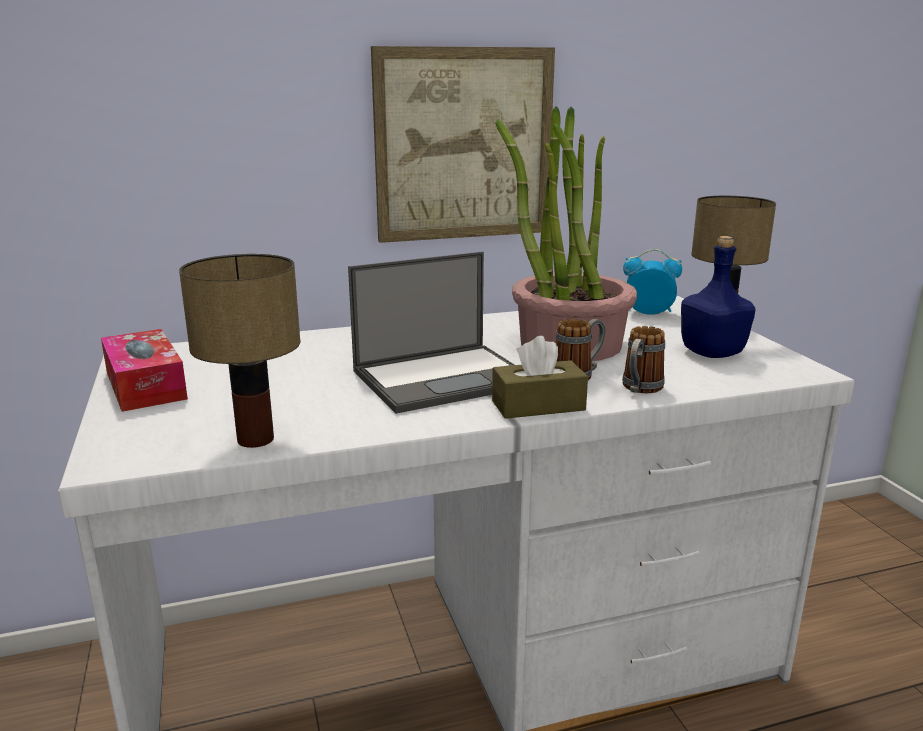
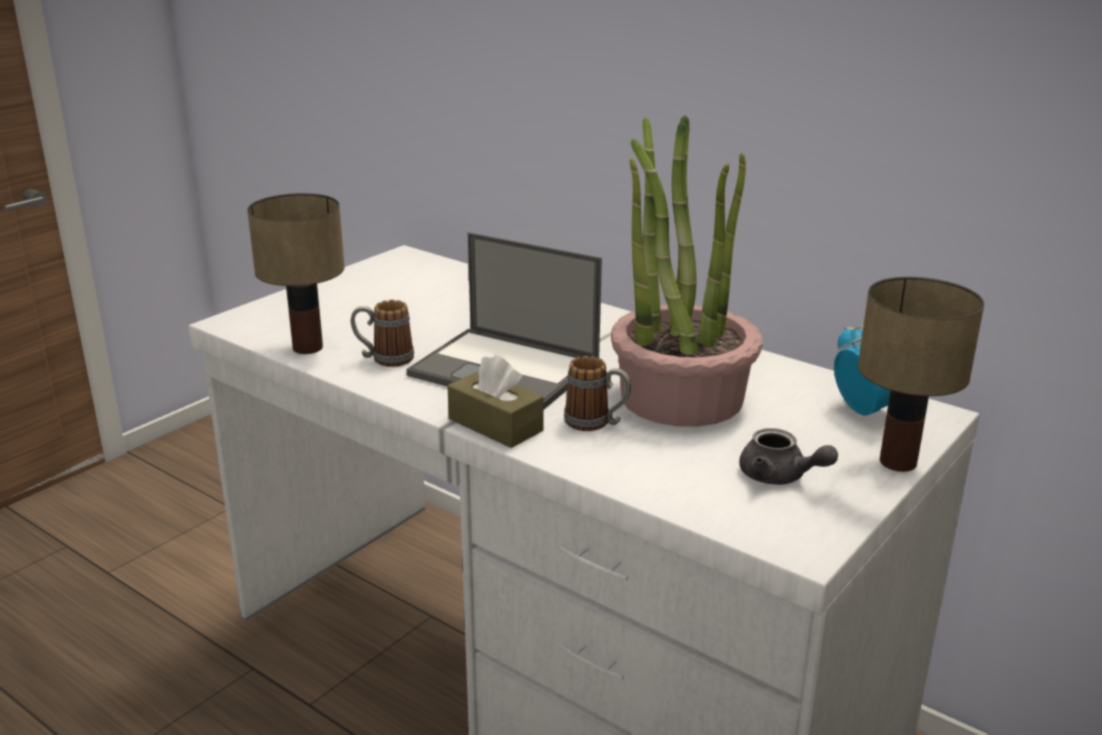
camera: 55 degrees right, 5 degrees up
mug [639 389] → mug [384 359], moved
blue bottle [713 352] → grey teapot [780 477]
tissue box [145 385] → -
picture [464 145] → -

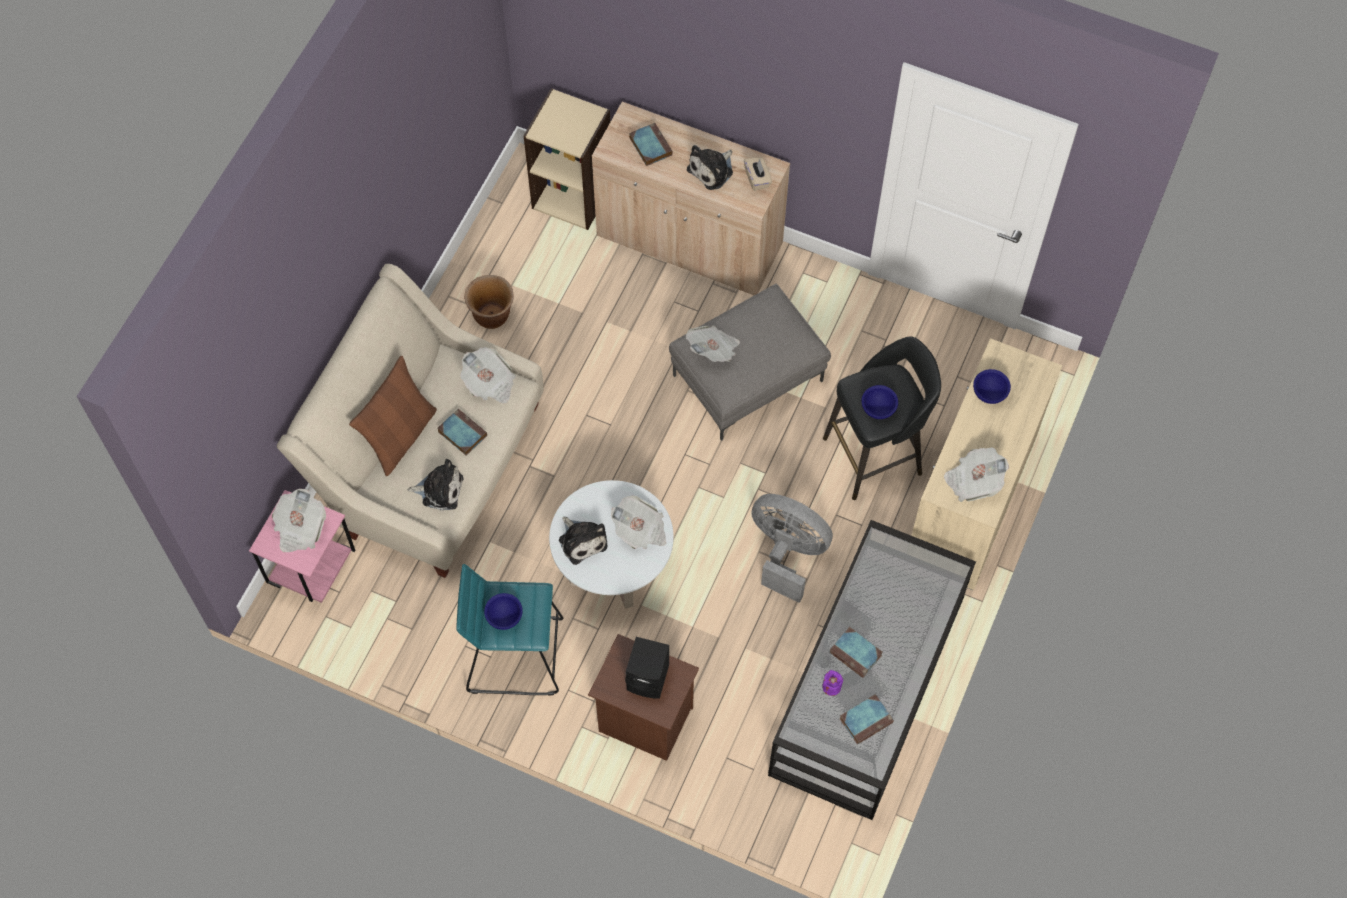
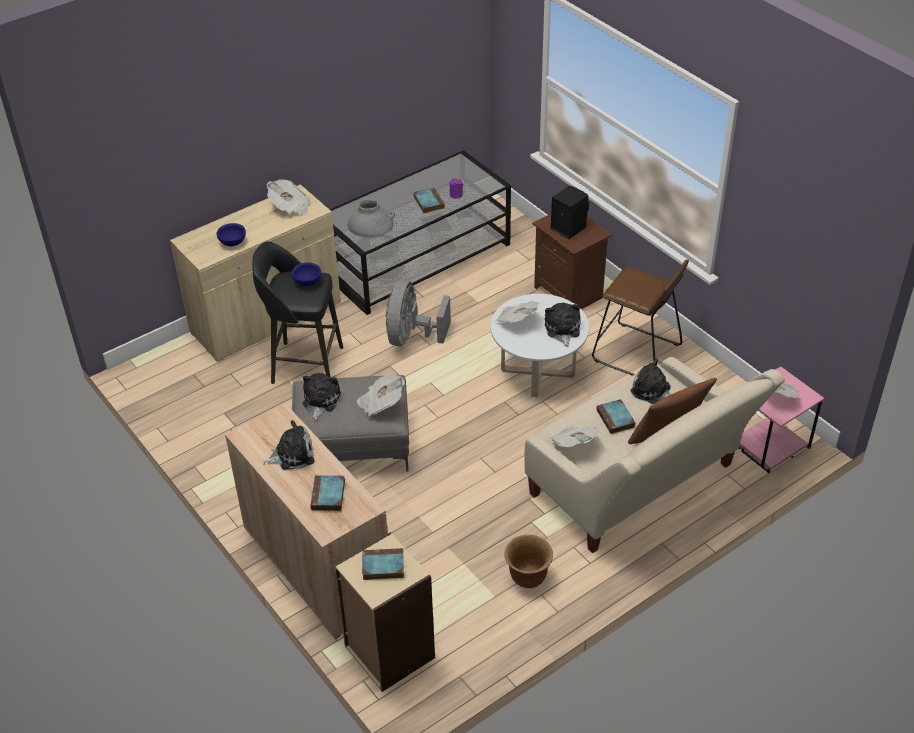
camera: 150 degrees left, 20 degrees down
- → plush toy [320 401]
- → grey vase [370 225]
book [866 720] → book [382 567], moved
grey fan [787 552] → grey fan [411 337], 45 degrees clockwise
turquoise stool [515 653] → brown stool [636 353]
blue bowl [504 616] → -
beige tissue box [757 179] → -

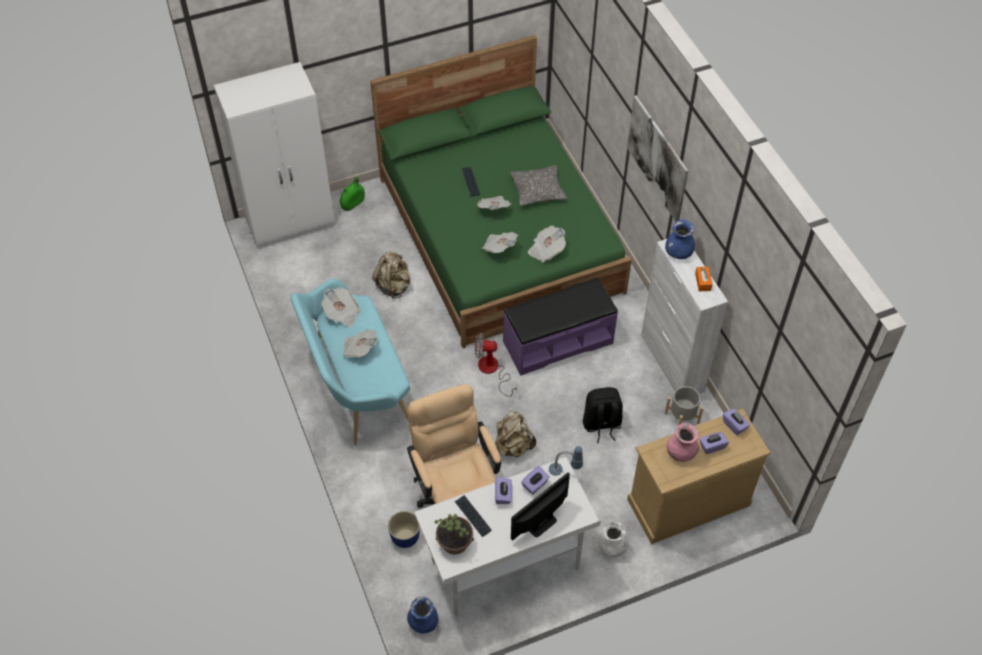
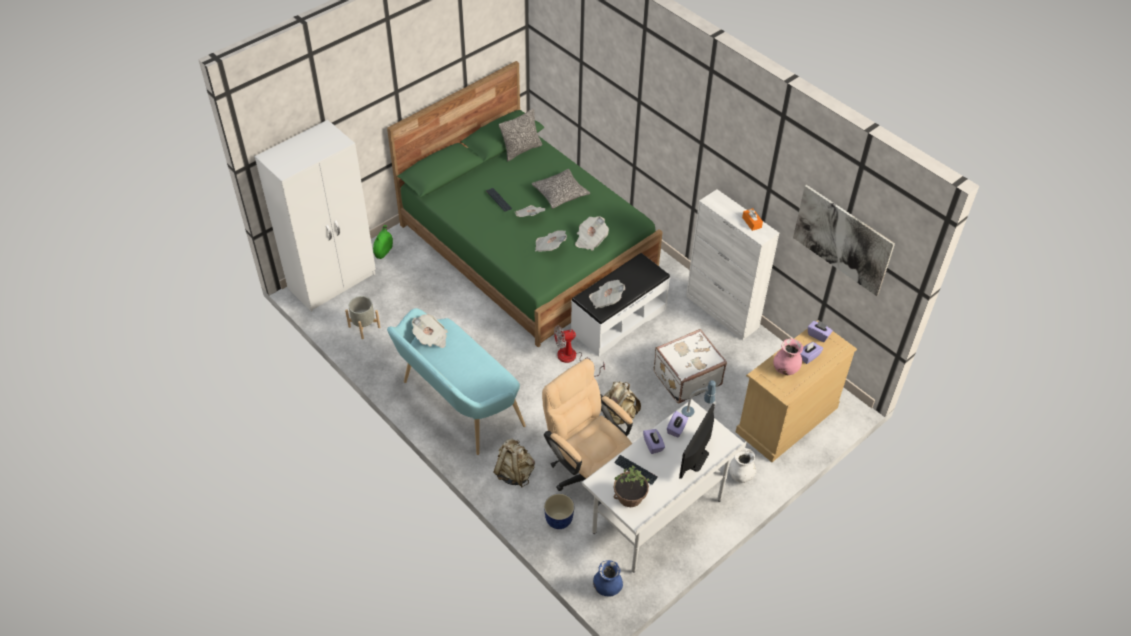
camera: 20 degrees left, 5 degrees down
grey planter [681 418] → grey planter [364 327], moved
beige backpack [393 286] → beige backpack [514 473], moved
- → pillow [521 150]
purple bench [557 342] → white bench [618 320]
newspaper [360 349] → newspaper [606 300], moved
black backpack [601 425] → white suitcase [686 377]
picture [657 158] → picture [842 239], moved
blue vase [678 252] → -

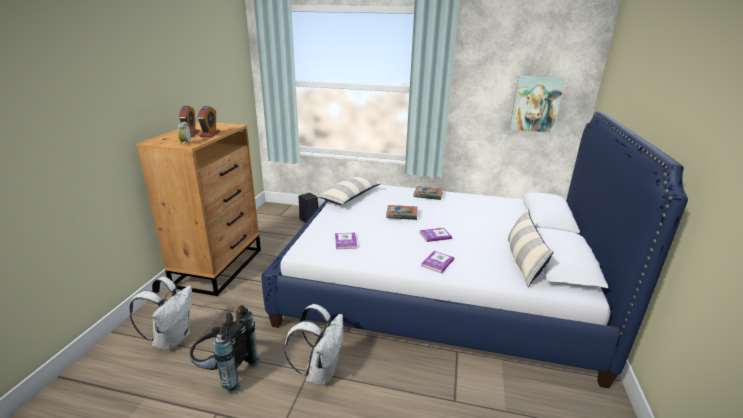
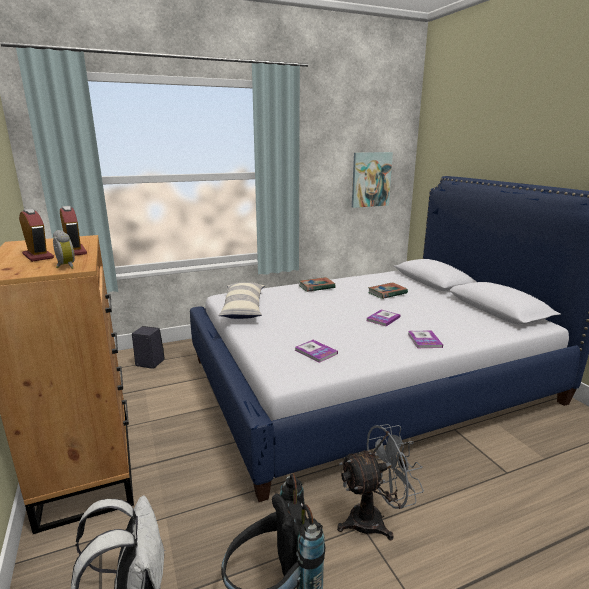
camera: 35 degrees left, 5 degrees down
white backpack [320 372] → grey fan [374 519]
book [401 215] → book [387 293], moved
pillow [523 262] → -

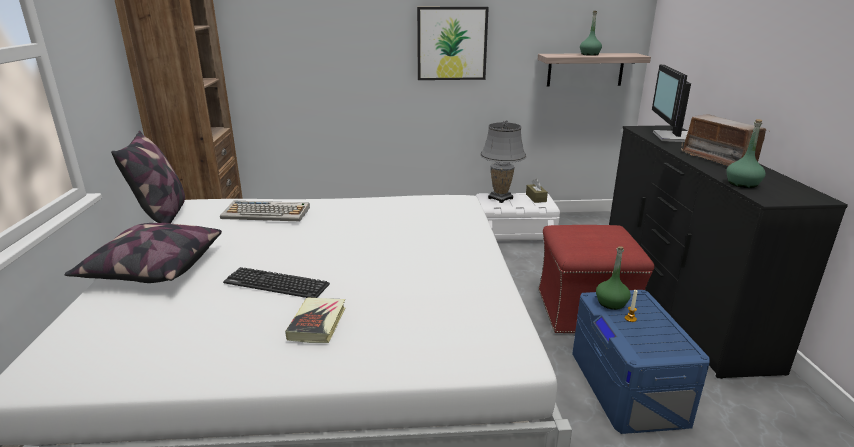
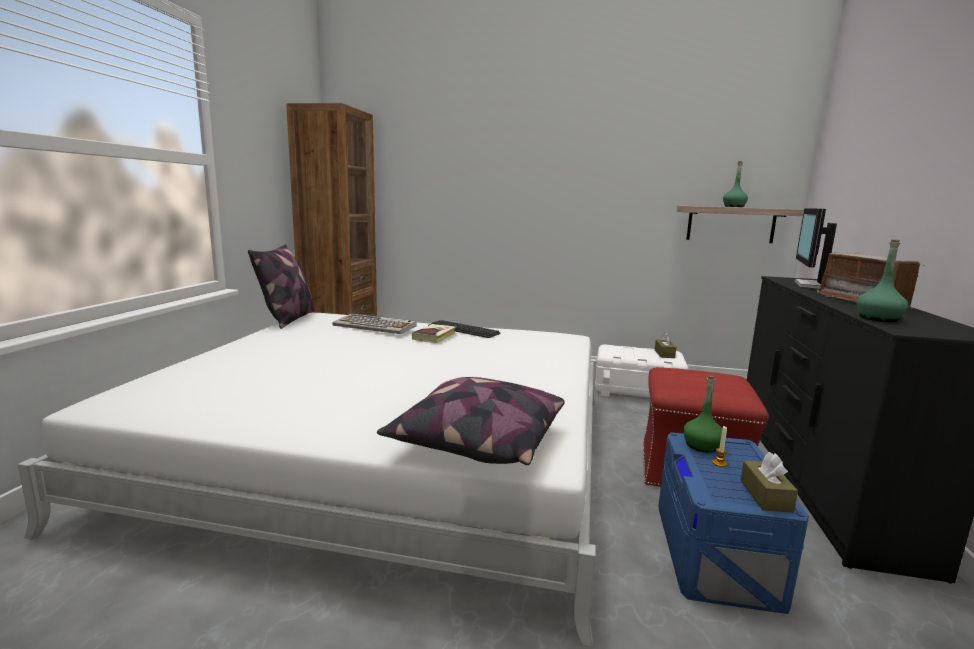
camera: 15 degrees right, 10 degrees down
pillow [153 270] → pillow [477 442], moved
book [317 323] → book [434 336], moved
keyboard [276 284] → keyboard [463 330], moved
- → brown tissue box [765 496]
picture [452 43] → -
grey table lamp [500 198] → -

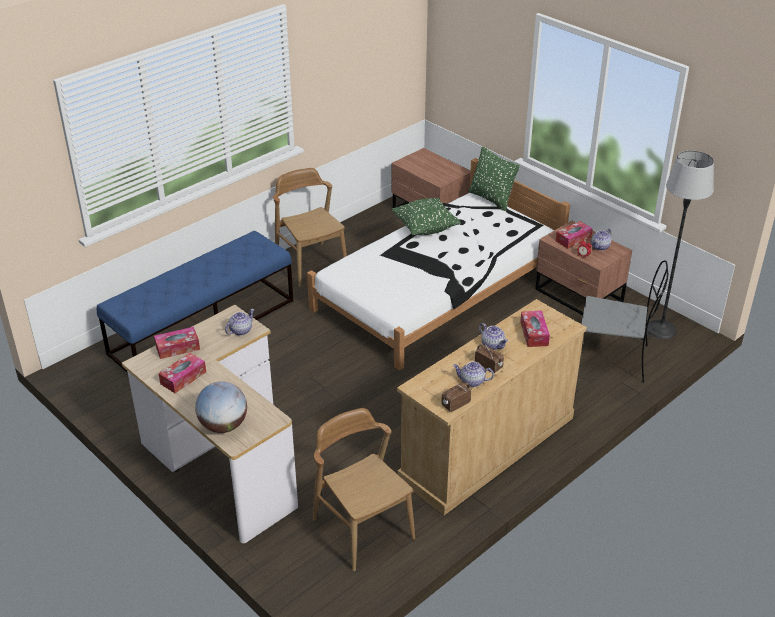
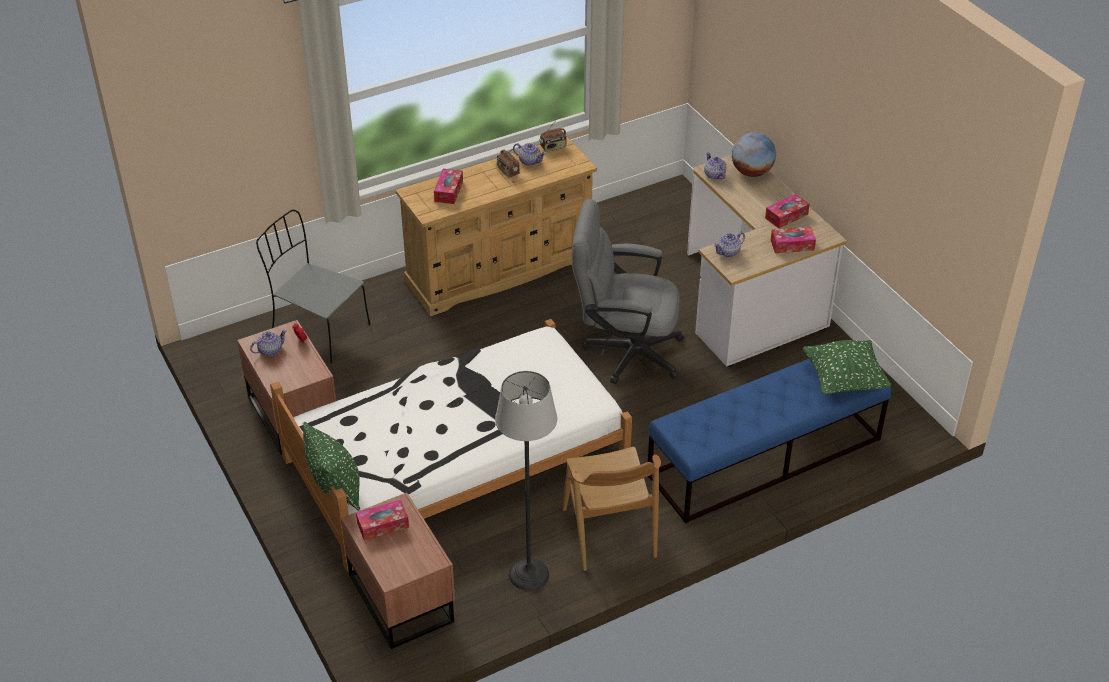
camera: 165 degrees left, 5 degrees up
tissue box [573 239] → tissue box [383 525], moved
floor lamp [661 329] → floor lamp [528 574], moved
- → grey office chair [624 352]
teapot [493 345] → teapot [714 175], moved
green pillow [425 228] → green pillow [844 381], moved
brown chair [363 528] → -

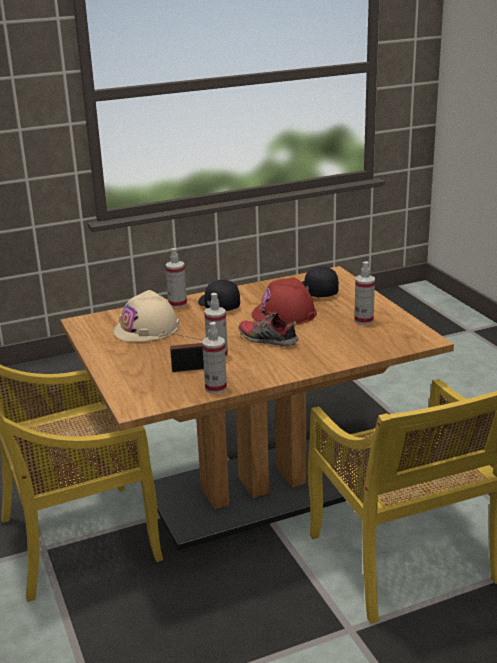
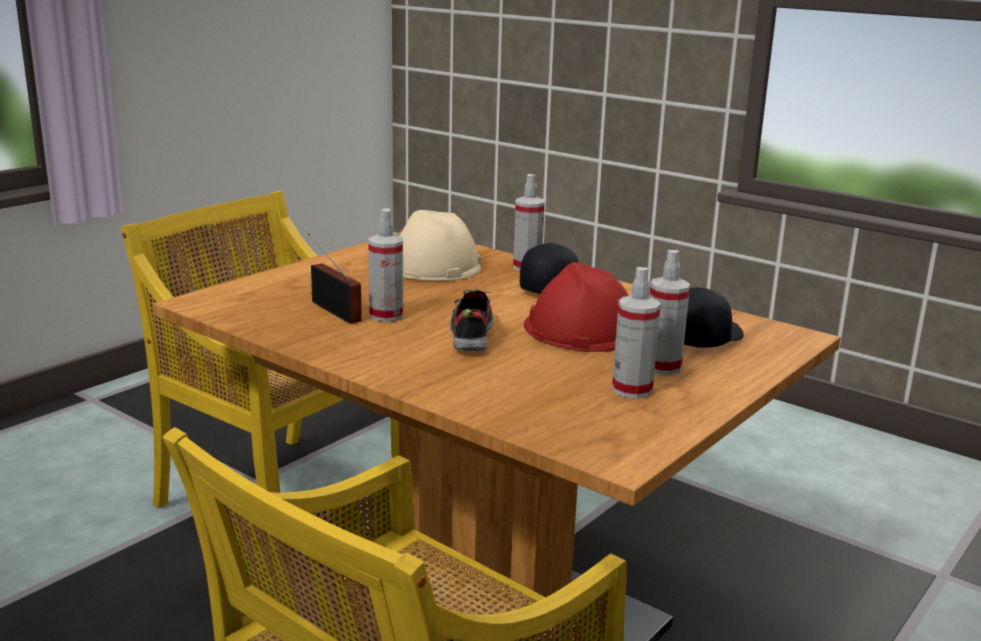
camera: 60 degrees right, 5 degrees down
spray bottle [215 388] → spray bottle [662 367], moved

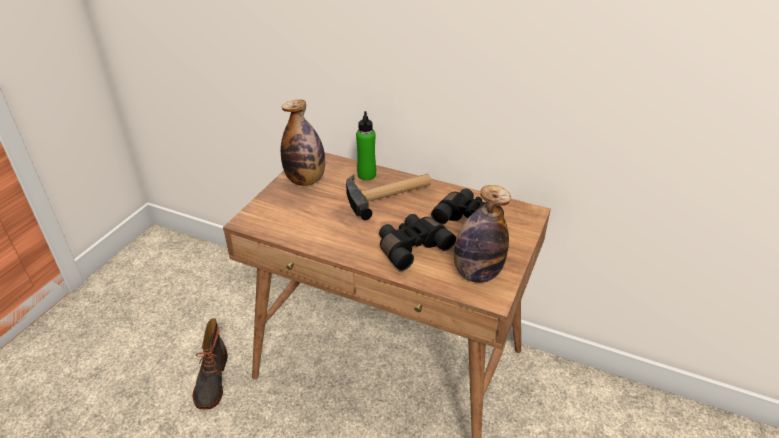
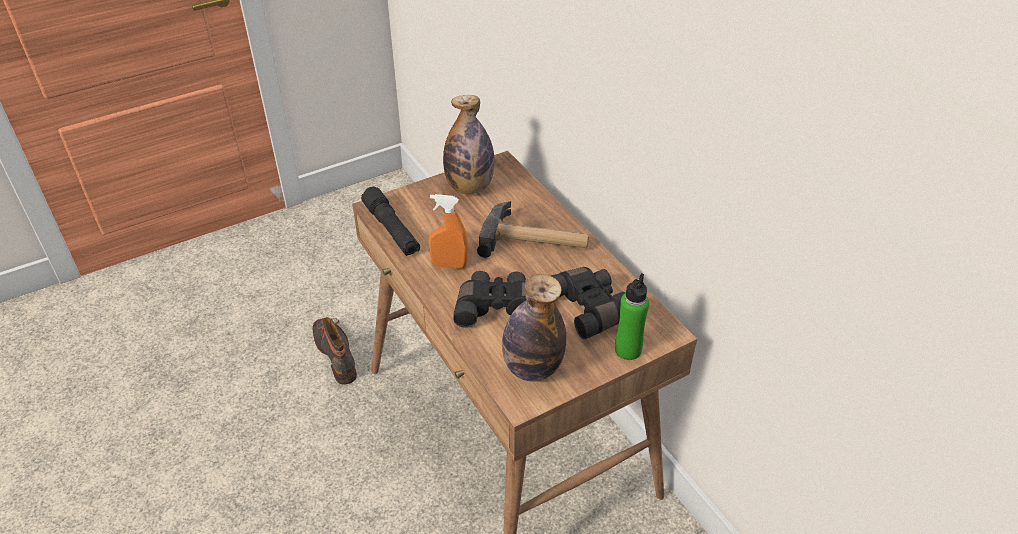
camera: 35 degrees right, 5 degrees up
boot [211 380] → boot [337 353], 120 degrees clockwise
- → black flashlight [391 230]
- → orange spray bottle [449 265]
green bottle [366 175] → green bottle [627 350], moved

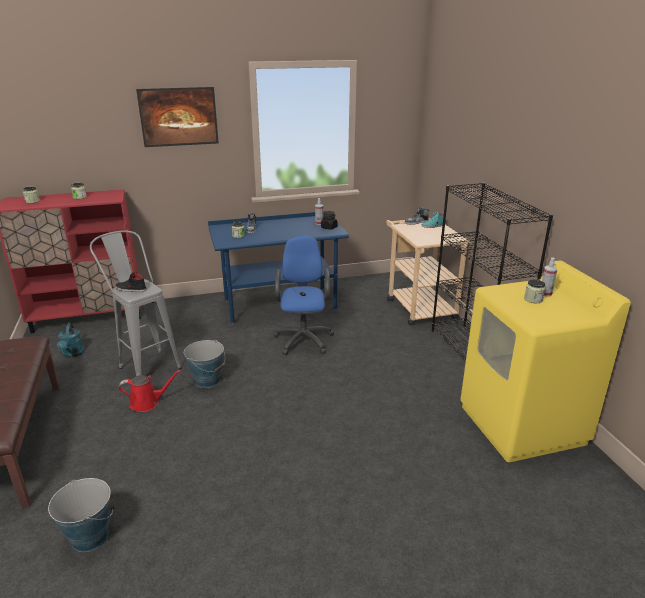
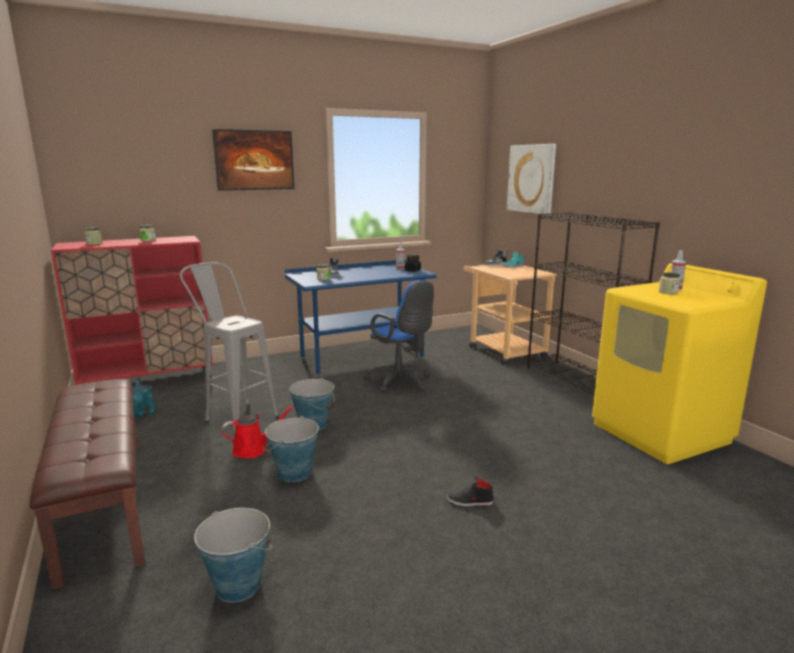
camera: 10 degrees left, 10 degrees down
- → bucket [294 473]
blue office chair [303 338] → blue office chair [401 382], 150 degrees clockwise
black shoe [131 289] → black shoe [470 502], moved
- → picture [531 179]

